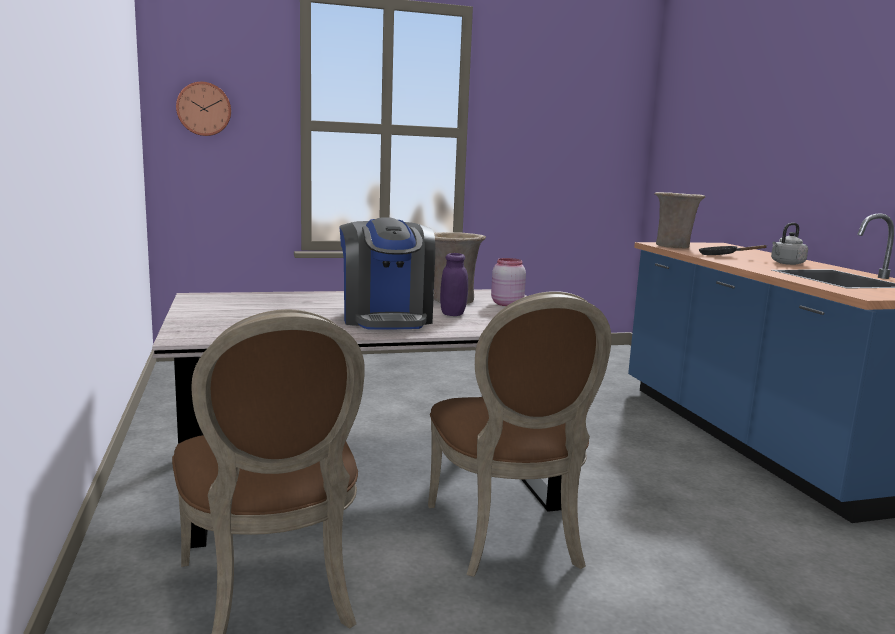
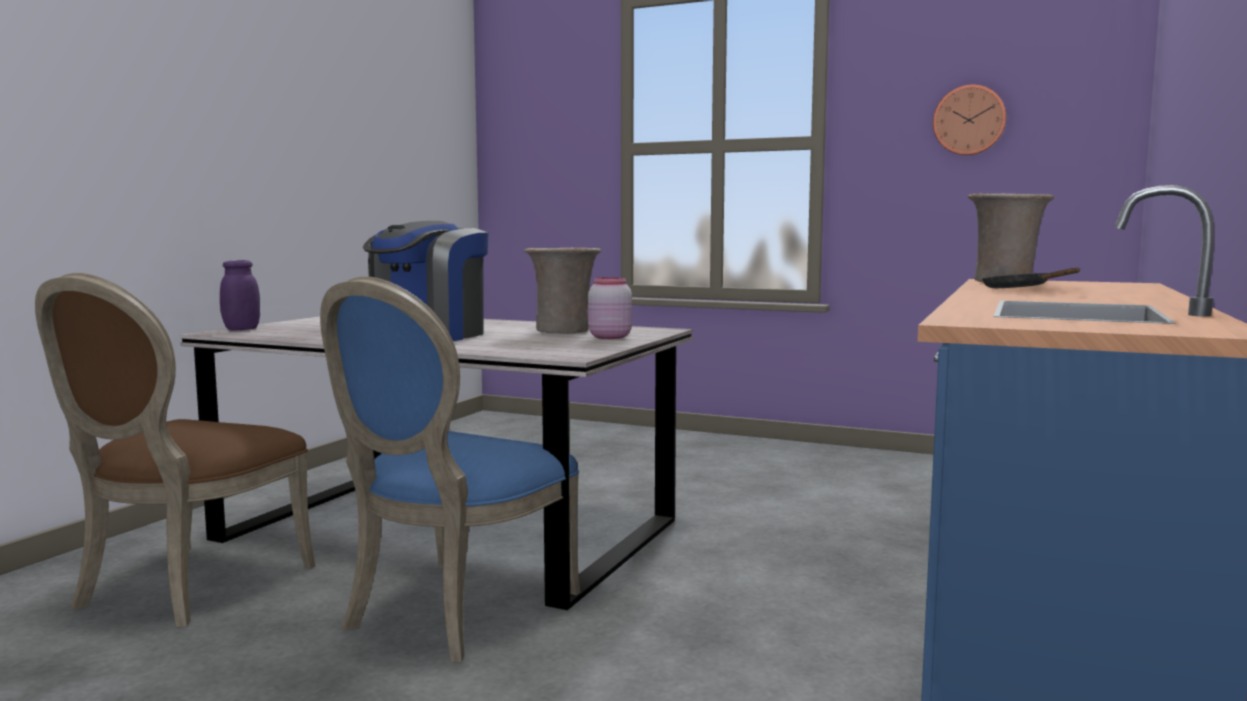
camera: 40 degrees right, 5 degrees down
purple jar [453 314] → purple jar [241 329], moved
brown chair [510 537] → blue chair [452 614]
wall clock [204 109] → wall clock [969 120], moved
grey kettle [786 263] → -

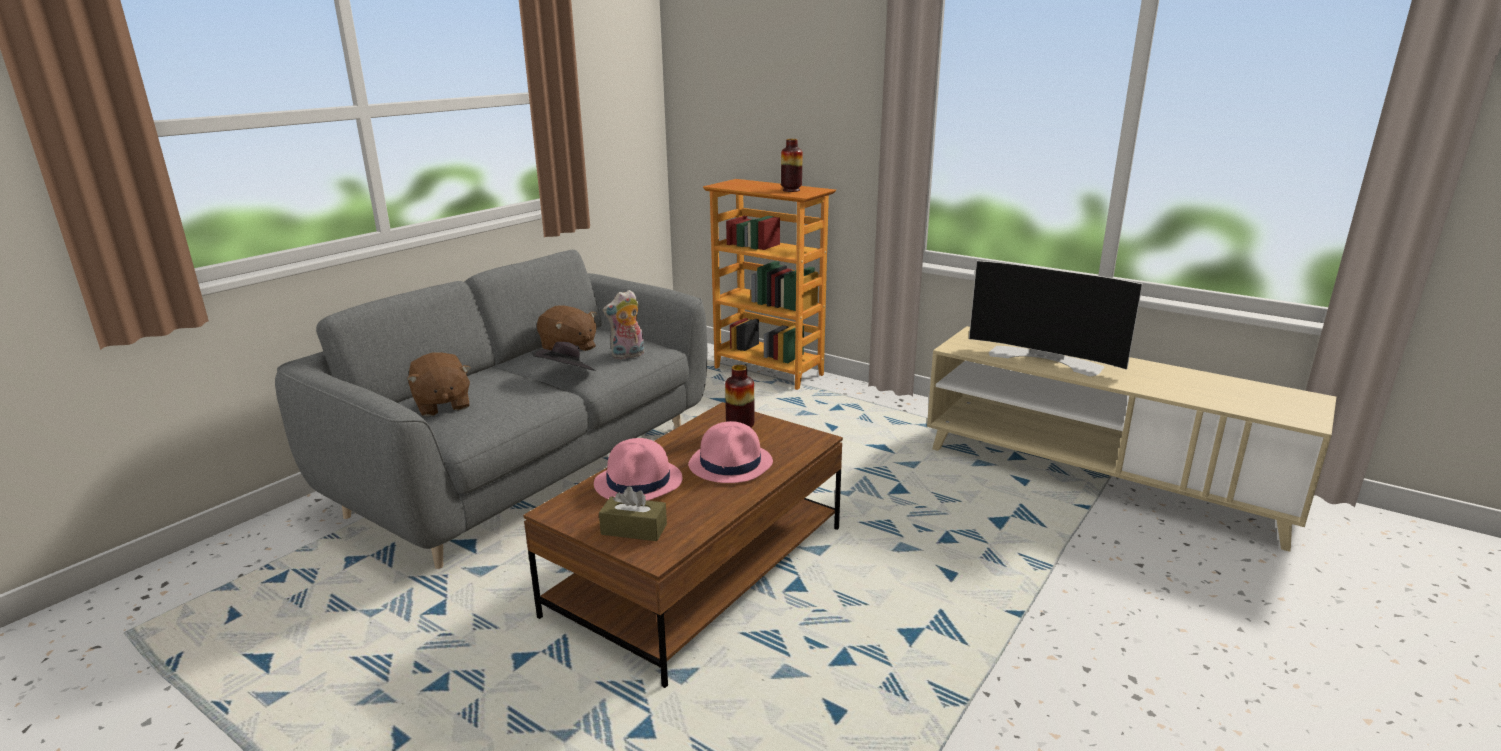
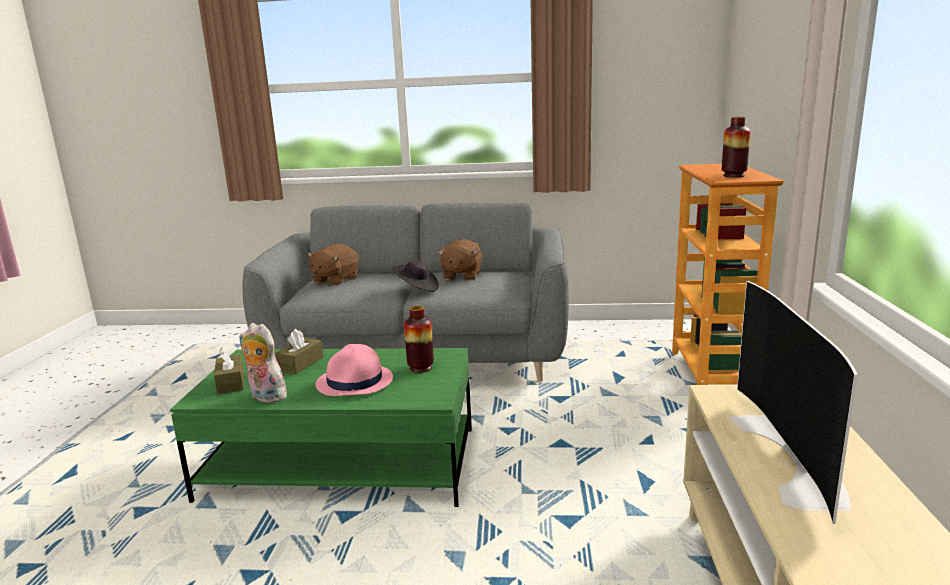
camera: 60 degrees right, 5 degrees down
brown coffee table [699 570] → green coffee table [342 464]
plush toy [627 355] → plush toy [265 397], moved
pink hat [639 482] → brown tissue box [301 364]

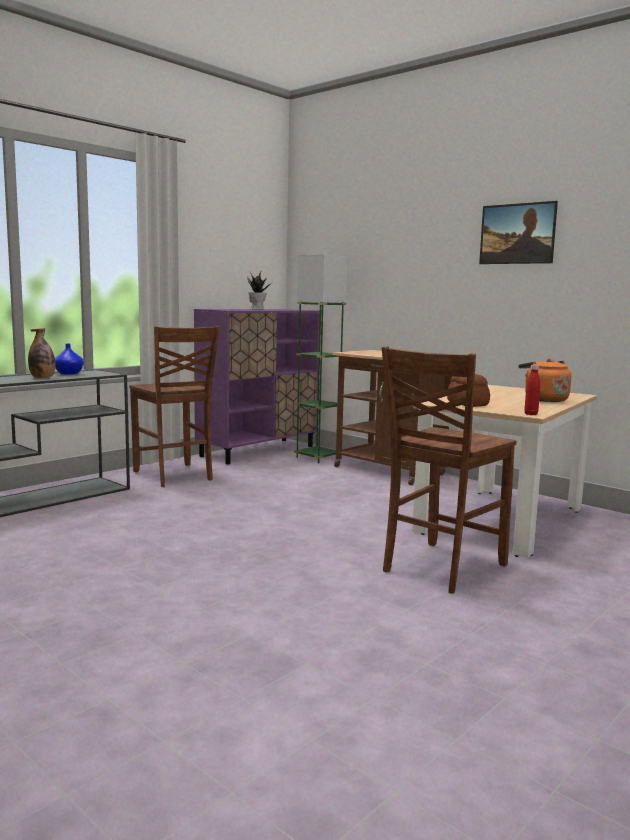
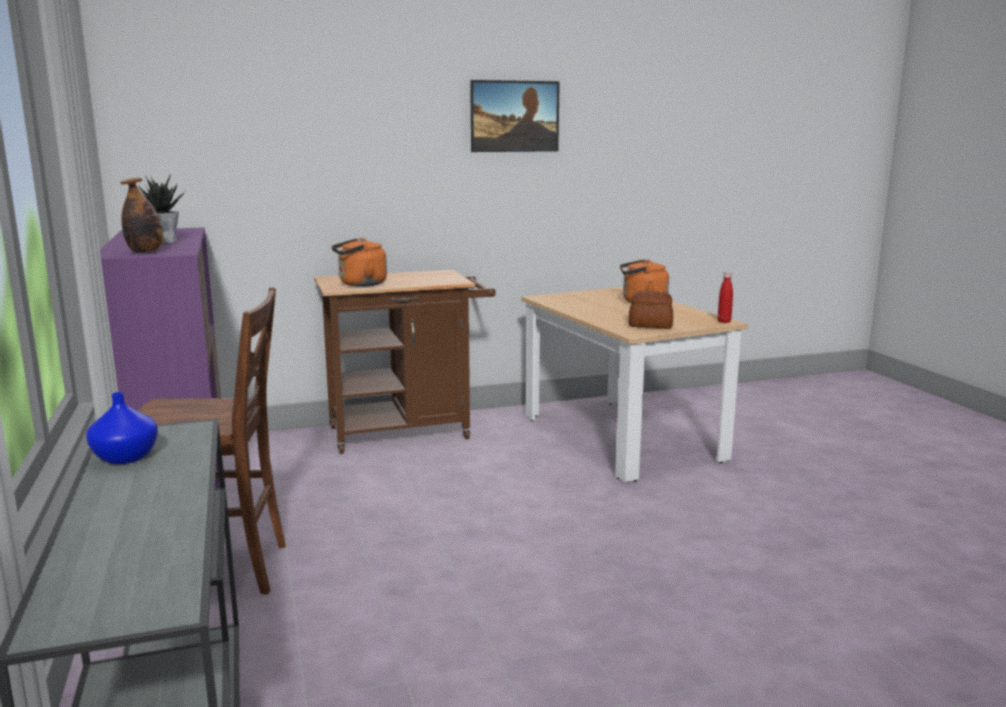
camera: 60 degrees left, 5 degrees up
bottle [42 378] → bottle [145 252], moved
- → orange kettle [360 284]
green floor lamp [317 458] → -
brown chair [441 568] → -

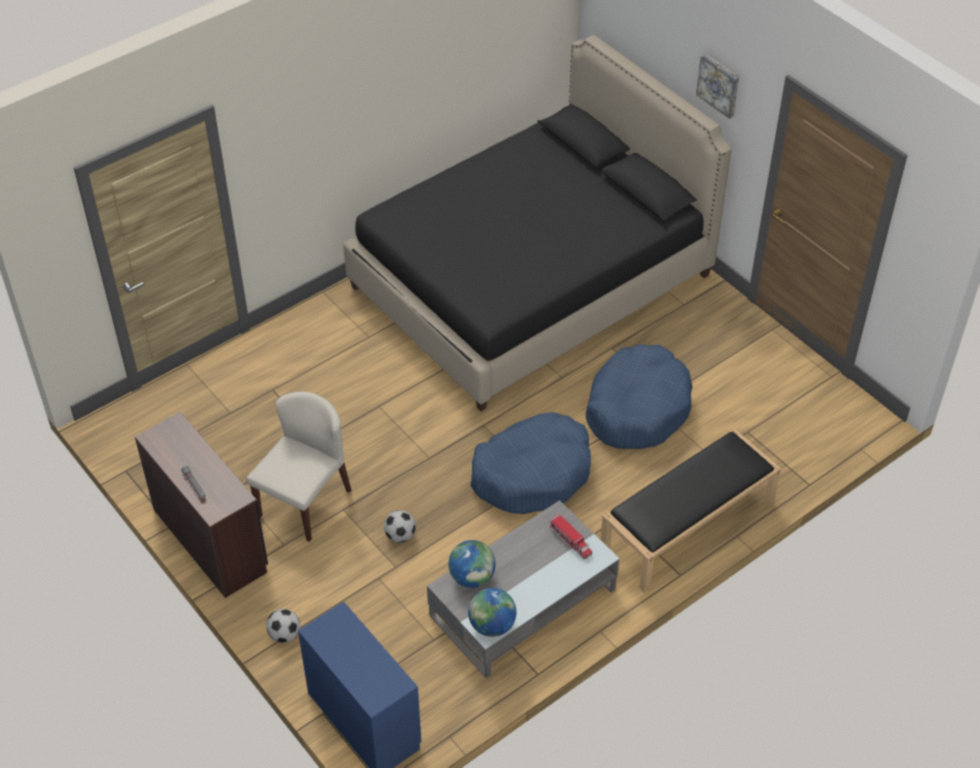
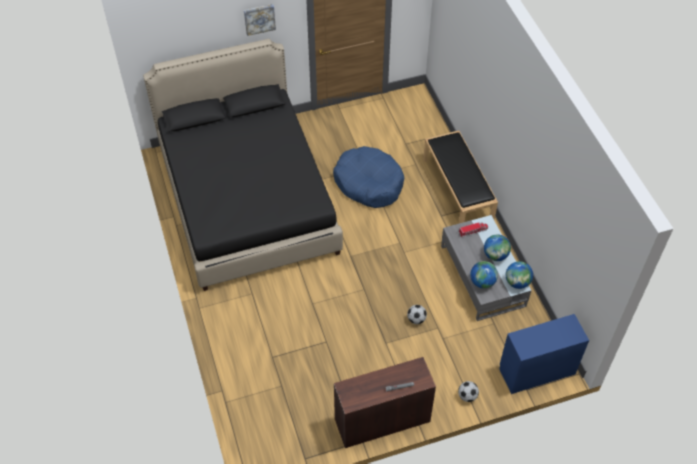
camera: 70 degrees left, 5 degrees up
- → globe [495 255]
beige chair [304 502] → -
blue dog bed [532 473] → -

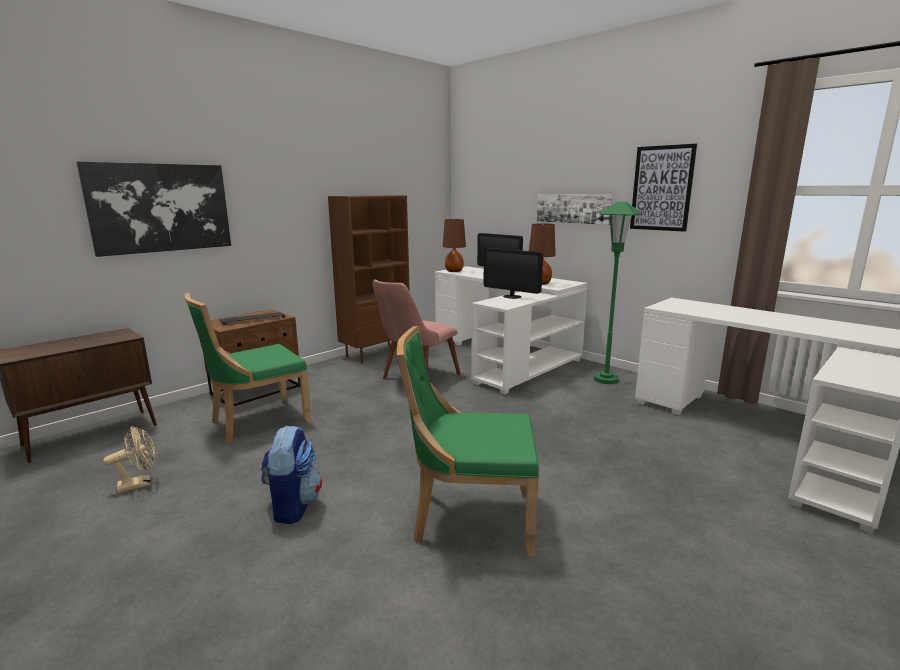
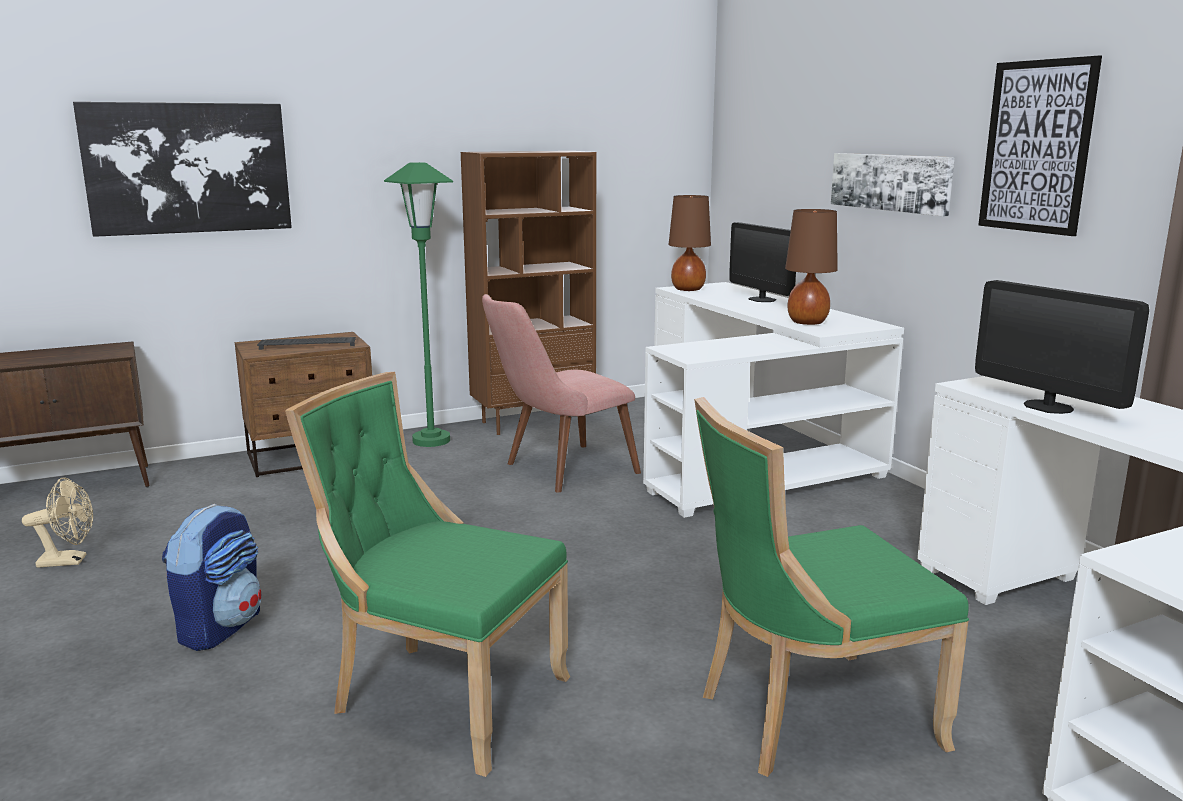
camera: 20 degrees right, 0 degrees up
green floor lamp [606 379] → green floor lamp [431 440], moved
green chair [256 422] → green chair [808 717], moved
monitor [512 296] → monitor [1048 407], moved

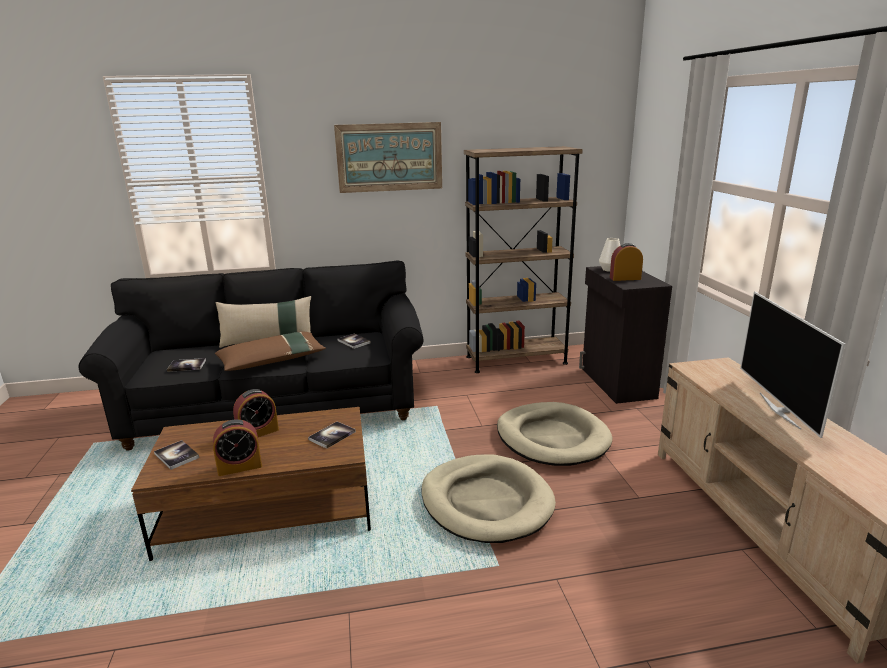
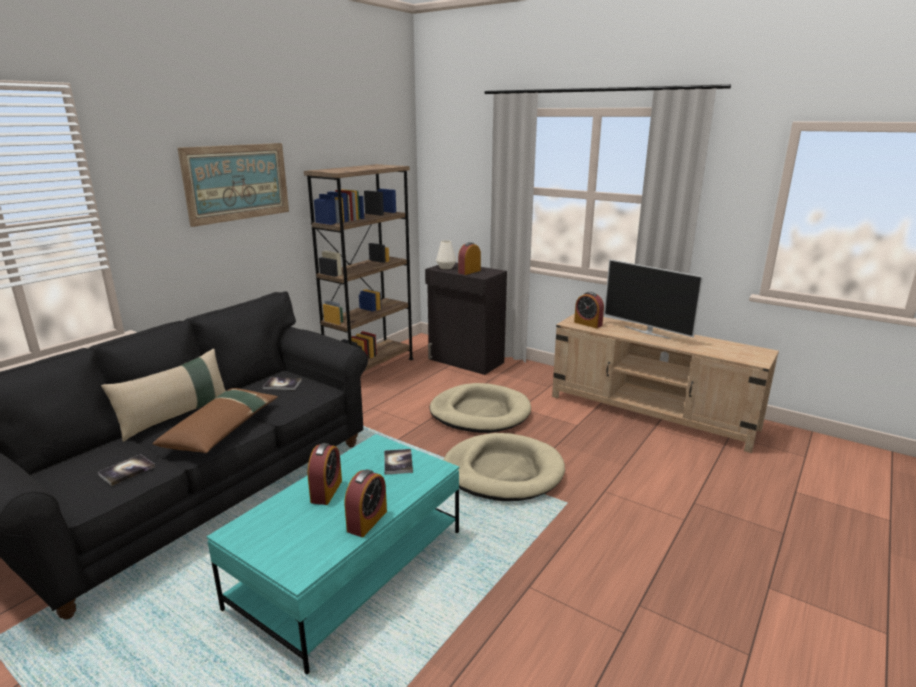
camera: 45 degrees left, 0 degrees up
brown coffee table [269 509] → turquoise coffee table [349 568]
- → alarm clock [588 324]
book [176 456] → -

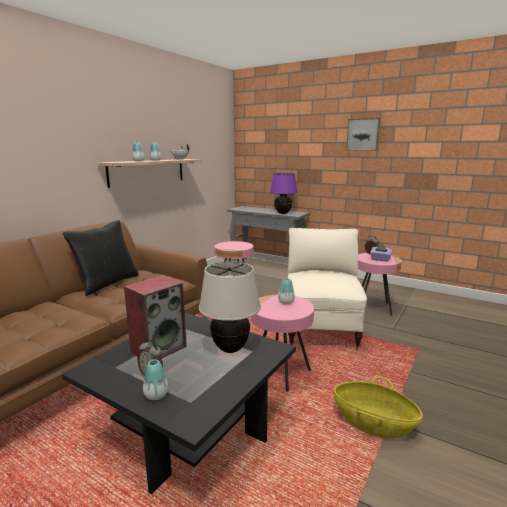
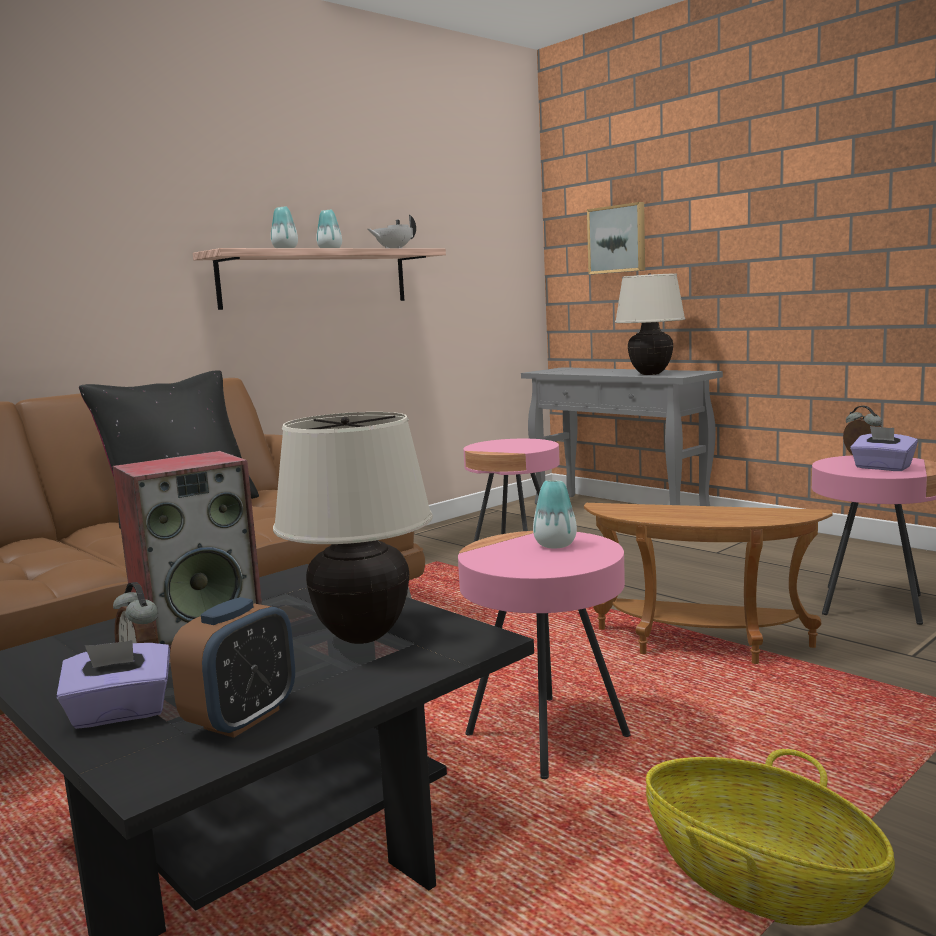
camera: 15 degrees right, 5 degrees down
vase [156 395] → purple tissue box [120 713]
- → alarm clock [242 719]
beige armchair [321 329] → brown side table [700 647]
picture [363 134] → picture [617 239], moved
purple table lamp [283 213] → beige table lamp [651 374]

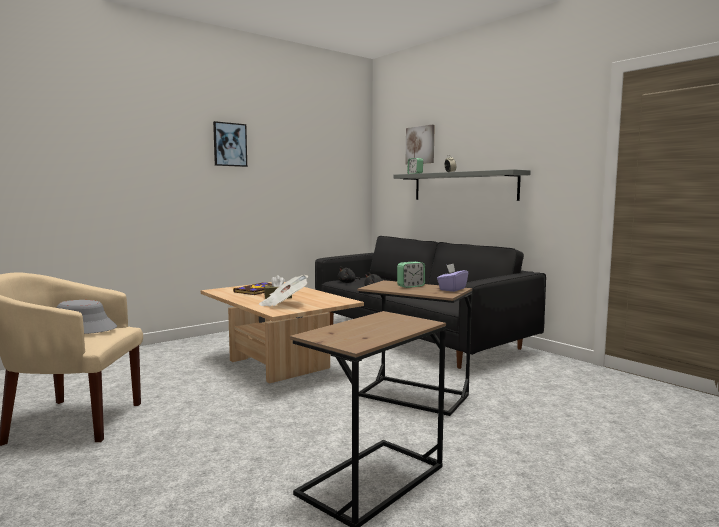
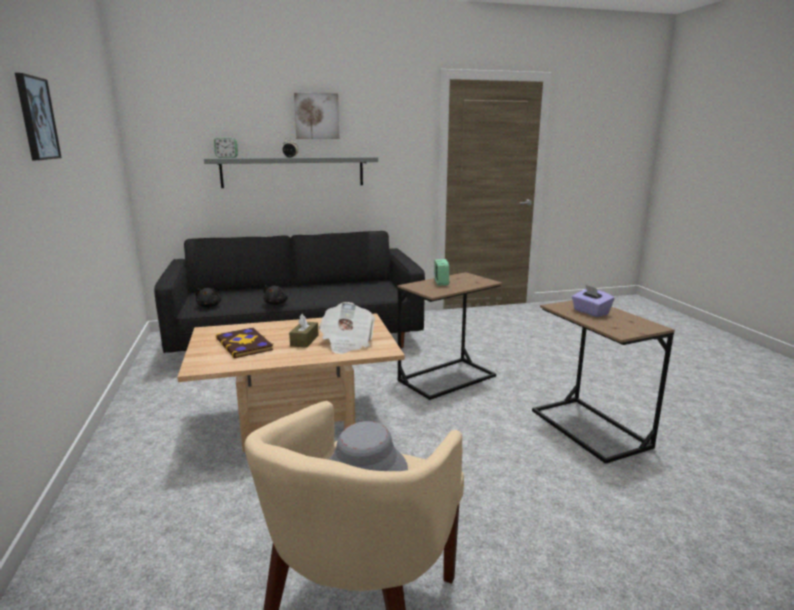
camera: 65 degrees left, 10 degrees up
picture [420 145] → picture [316 116], moved
purple tissue box [452 289] → purple tissue box [590 312], moved

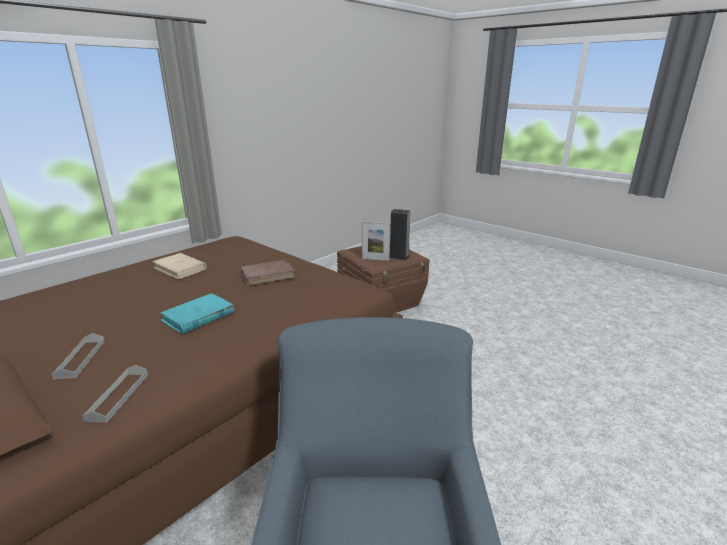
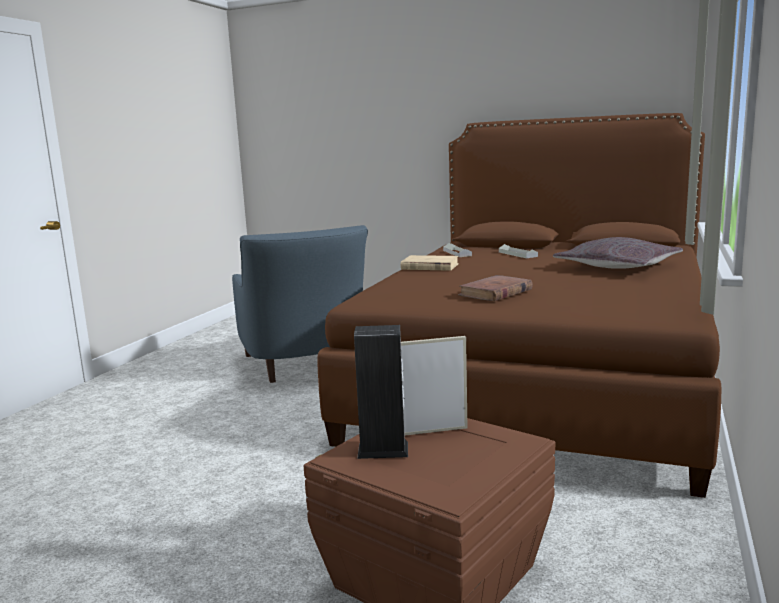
camera: 160 degrees right, 10 degrees down
beige book [180 268] → beige book [429 266], moved
- → grey pillow [617 267]
turquoise book [198 316] → -

